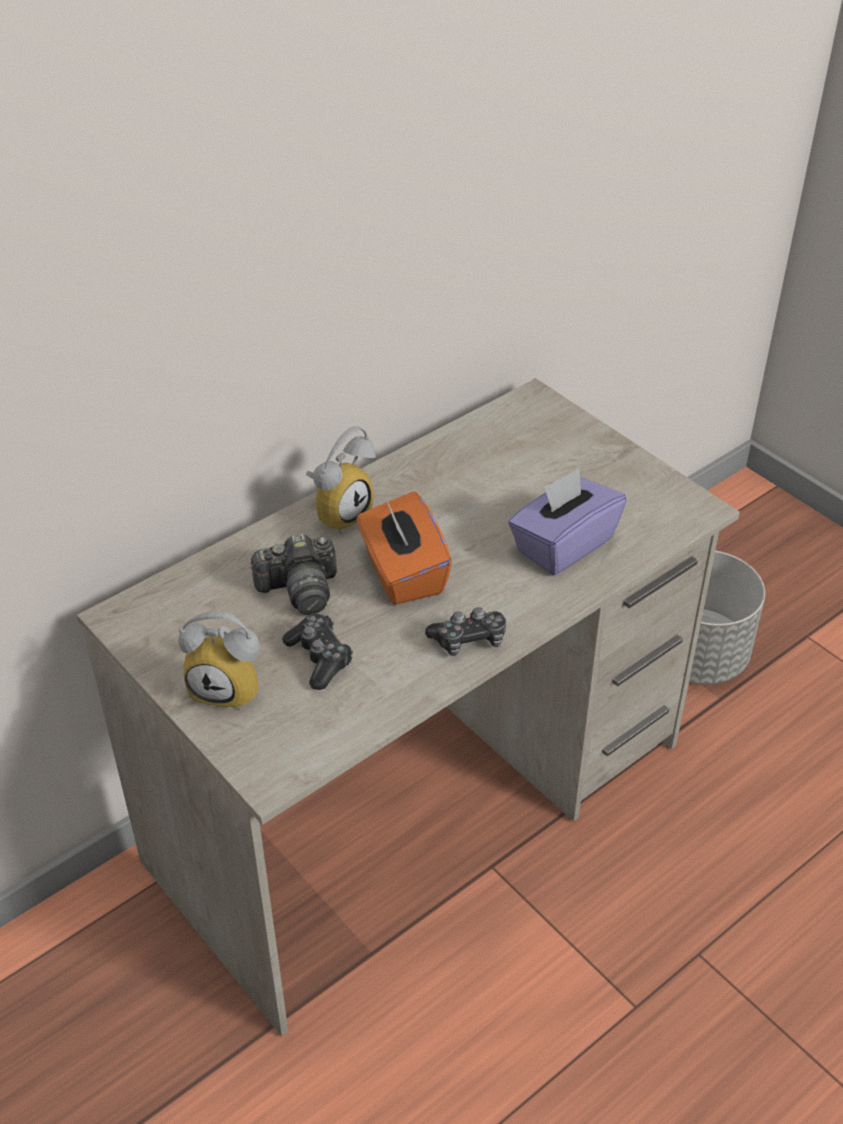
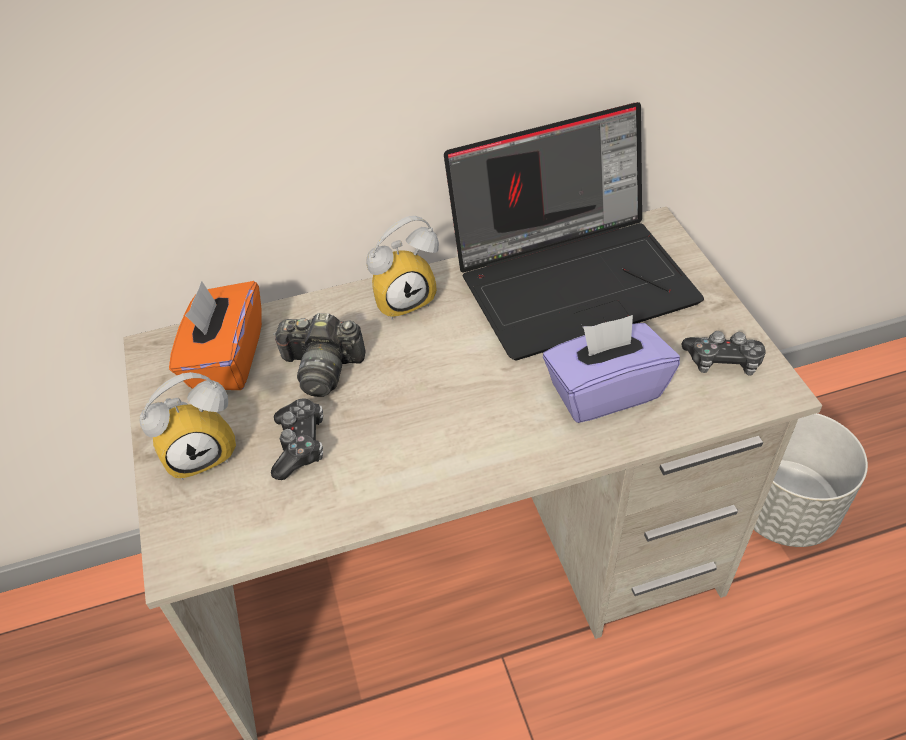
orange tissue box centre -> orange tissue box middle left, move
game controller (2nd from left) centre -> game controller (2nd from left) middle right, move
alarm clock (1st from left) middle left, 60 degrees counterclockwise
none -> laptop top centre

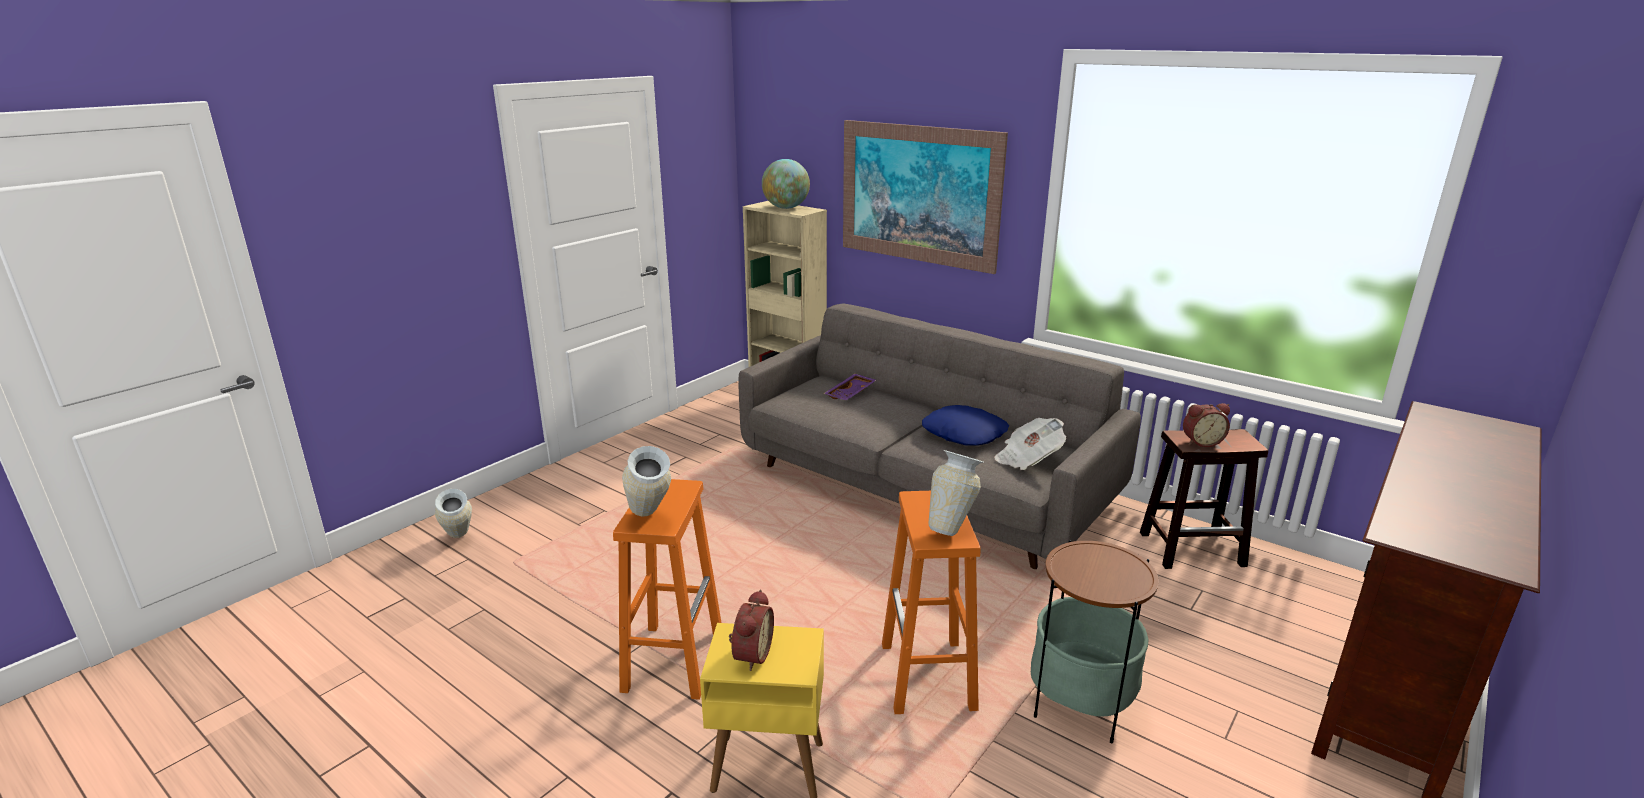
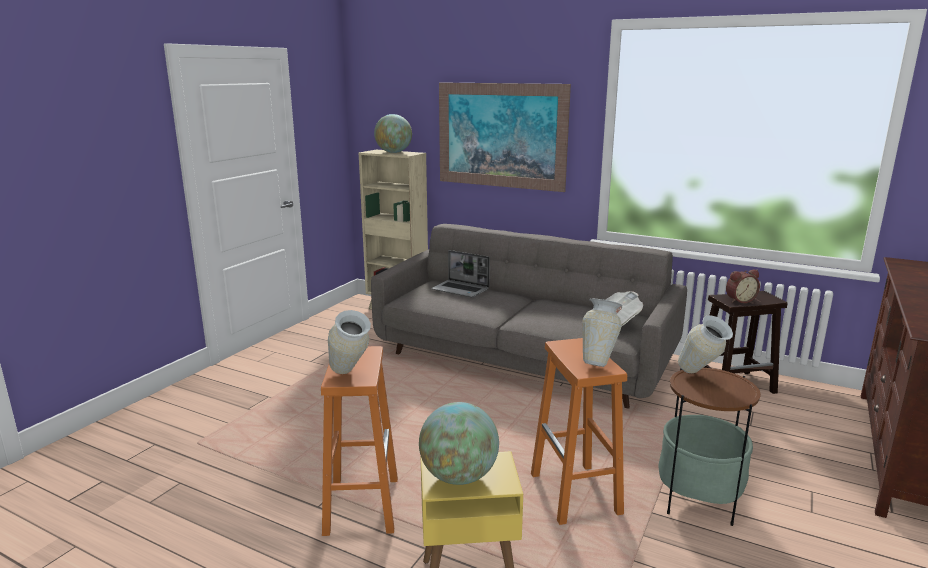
purple tray centre -> laptop centre
blue pillow centre -> none
vase (1st from left in the first image) middle left -> vase (3rd from left) middle right, move
alarm clock (1st from left) bottom centre -> globe (2nd from left) bottom centre

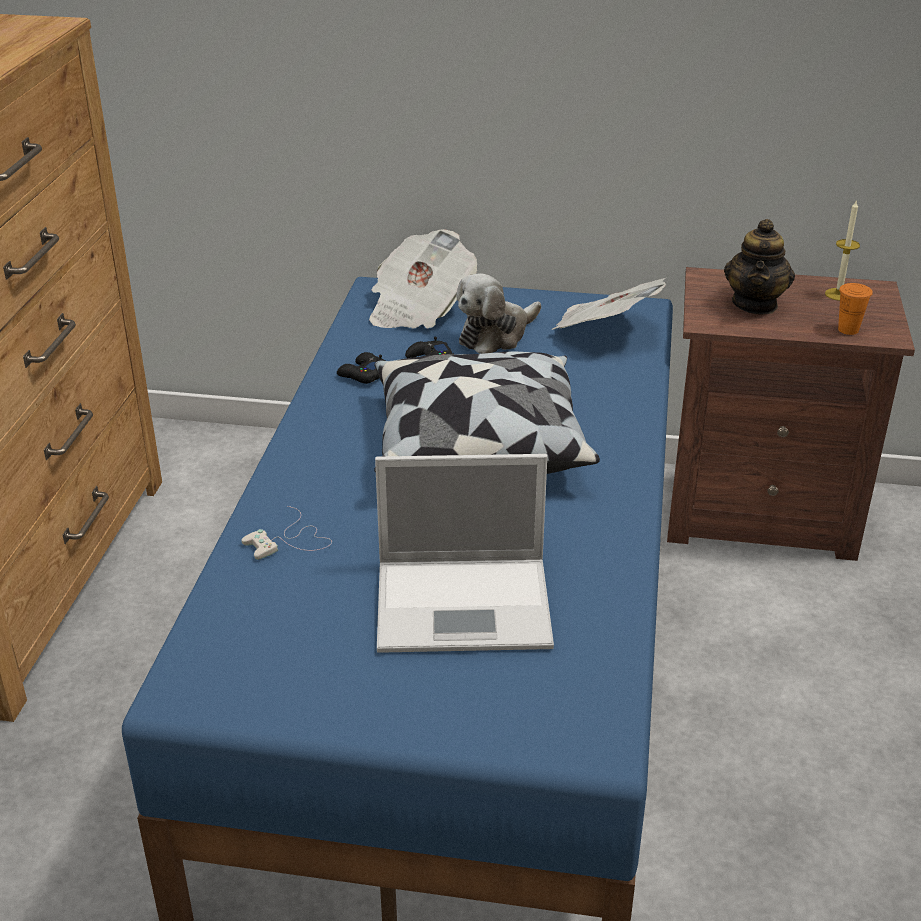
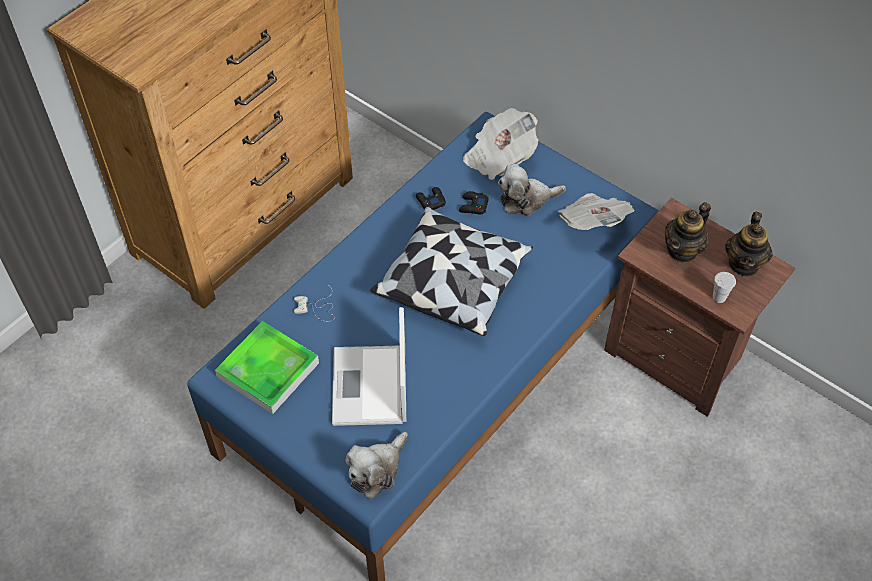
candle top right -> teapot (2nd from left) middle right
orange cup middle right -> white cup middle right
laptop centre, 60 degrees clockwise
none -> tray middle left
none -> plush toy (1st from left) bottom centre

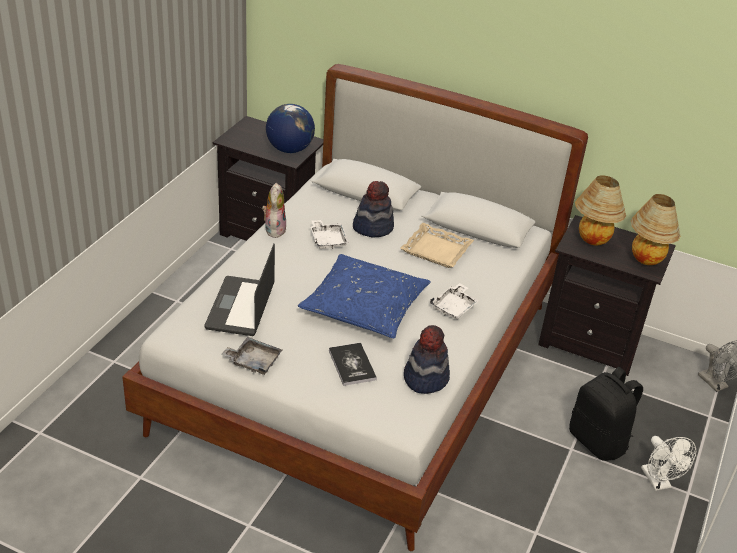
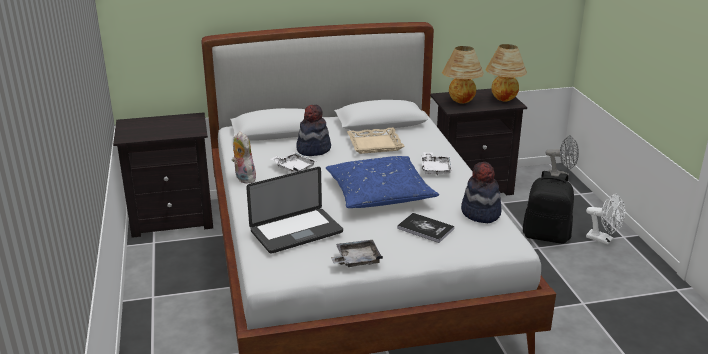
globe top centre -> none
laptop middle left -> laptop centre, 90 degrees counterclockwise

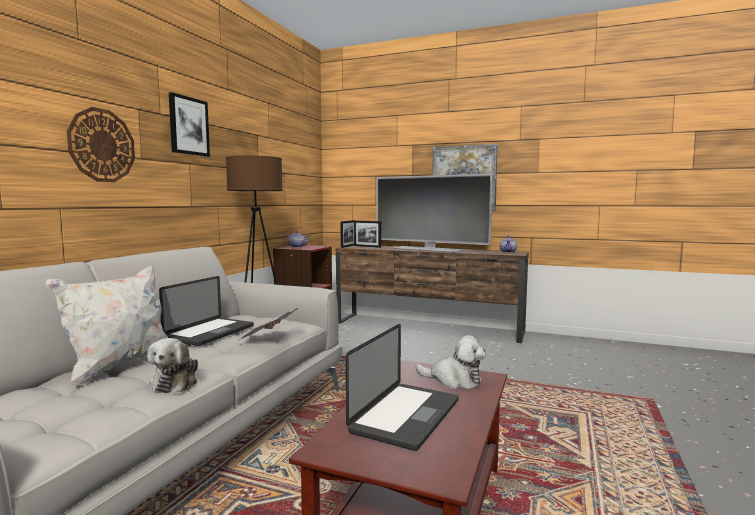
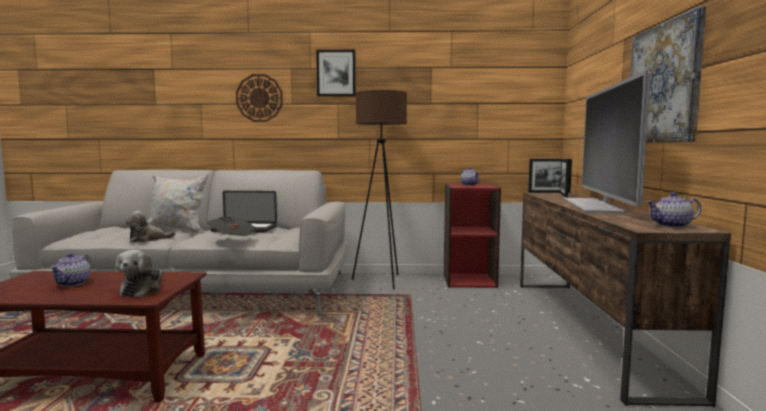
laptop (2nd from left) bottom centre -> teapot (1st from left) middle left

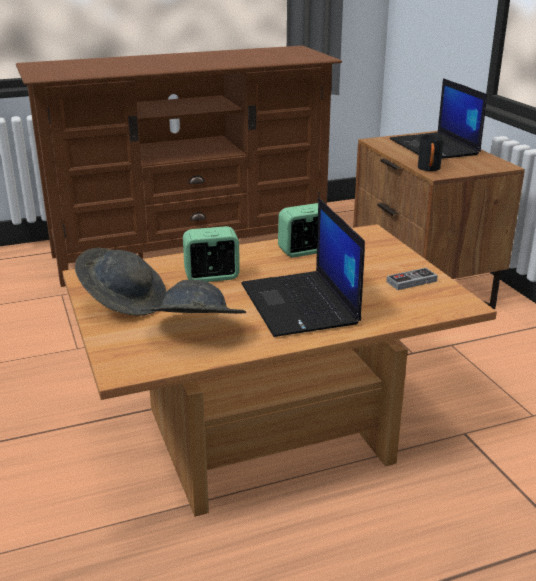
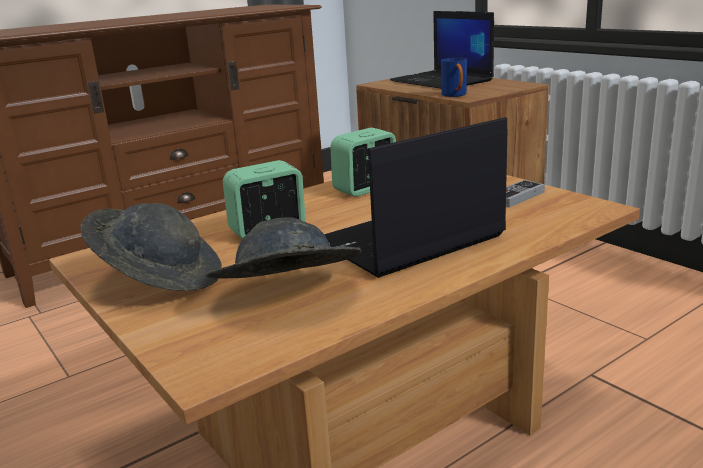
black mug top right -> blue mug top centre
laptop (1st from left) centre, 90 degrees clockwise

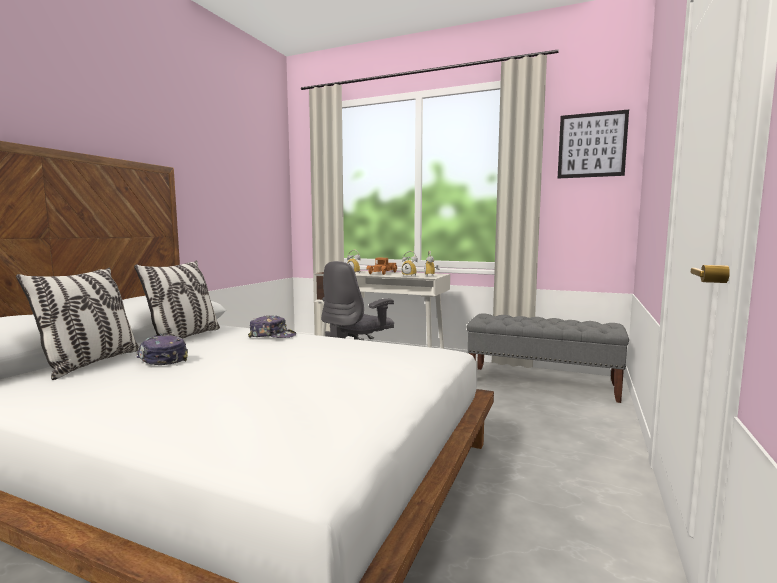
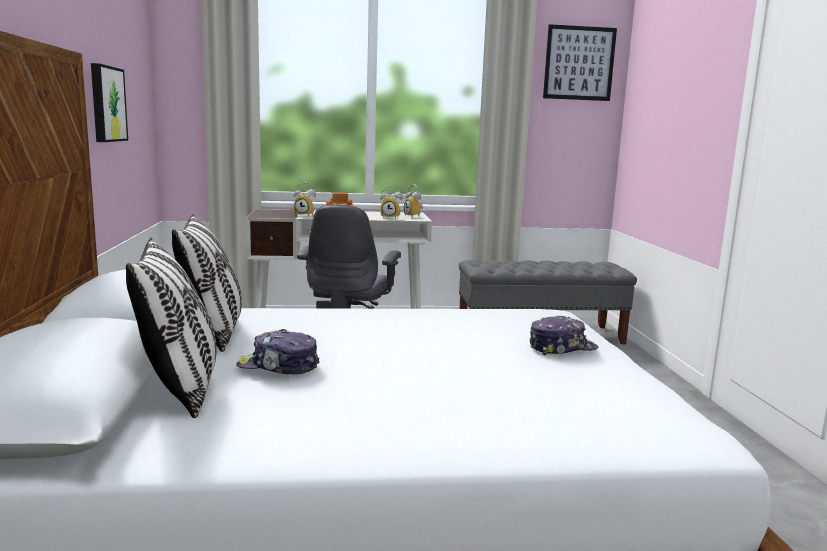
cap (2nd from left) centre -> cap (2nd from left) middle right, move
none -> picture (1st from left) top left

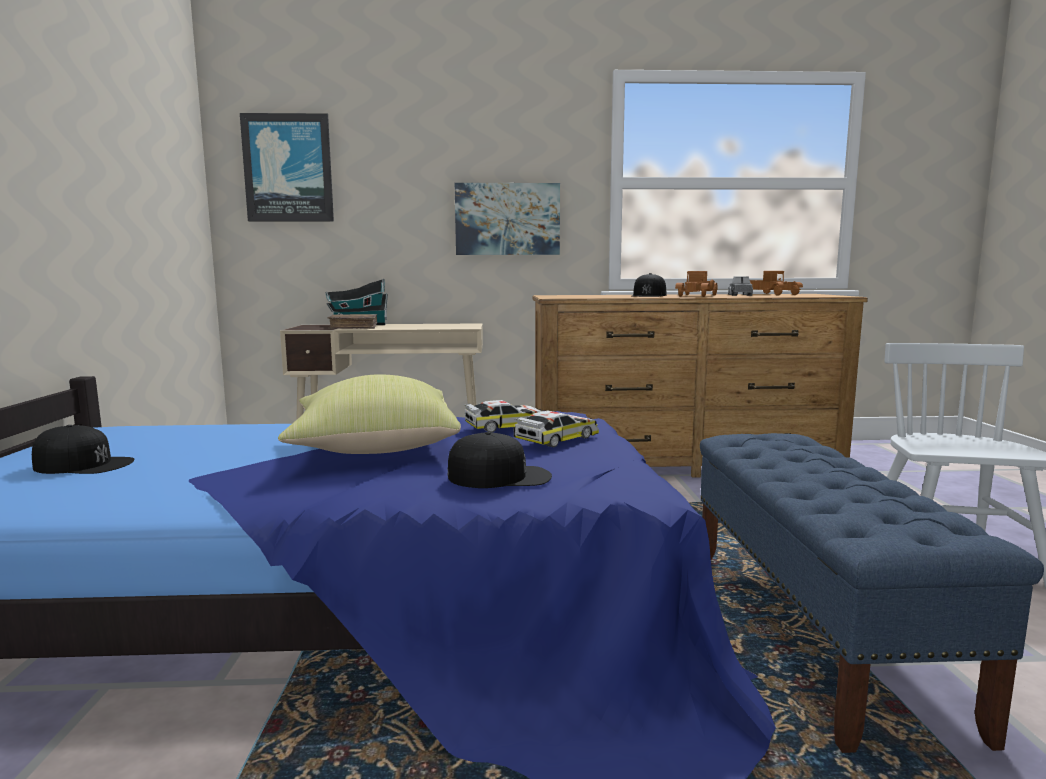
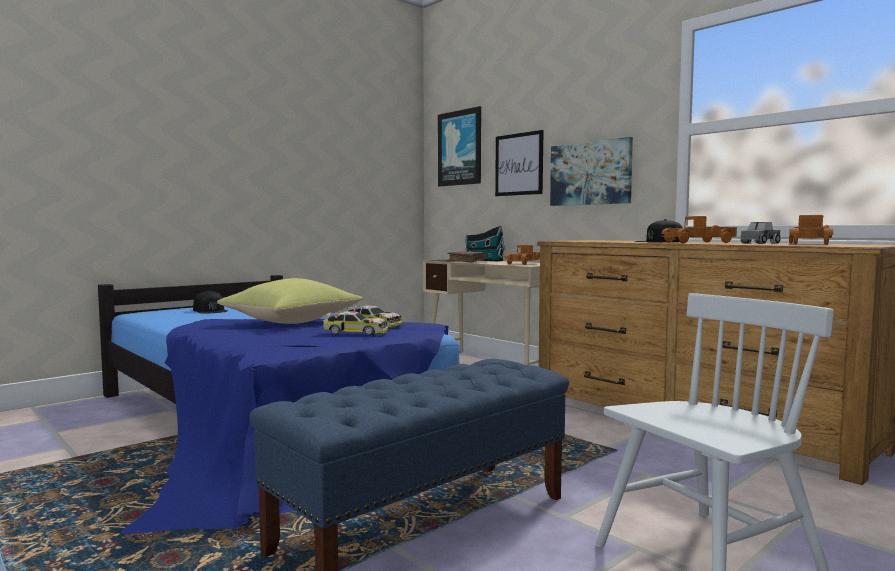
black cap (2nd from left) centre -> none
none -> picture (2nd from left) top centre
none -> toy truck (1st from left) centre

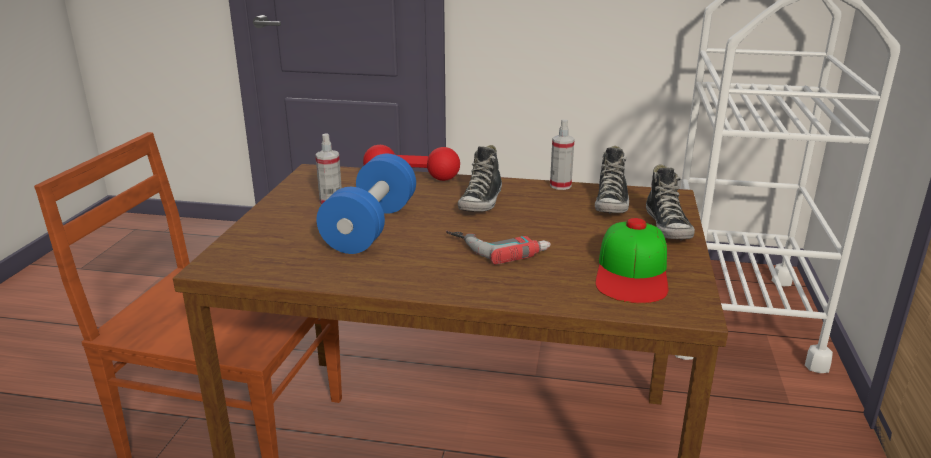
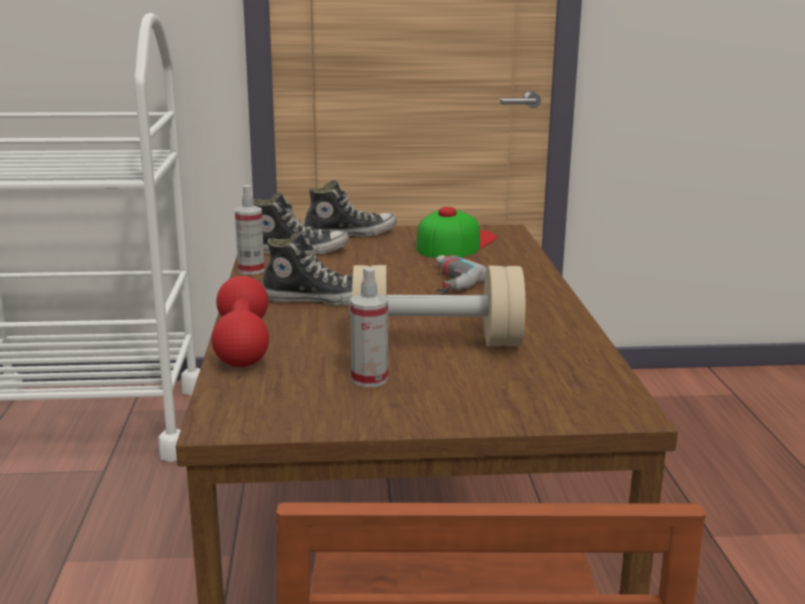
blue dumbbell centre -> beige dumbbell centre
cap middle right -> cap centre, 60 degrees counterclockwise

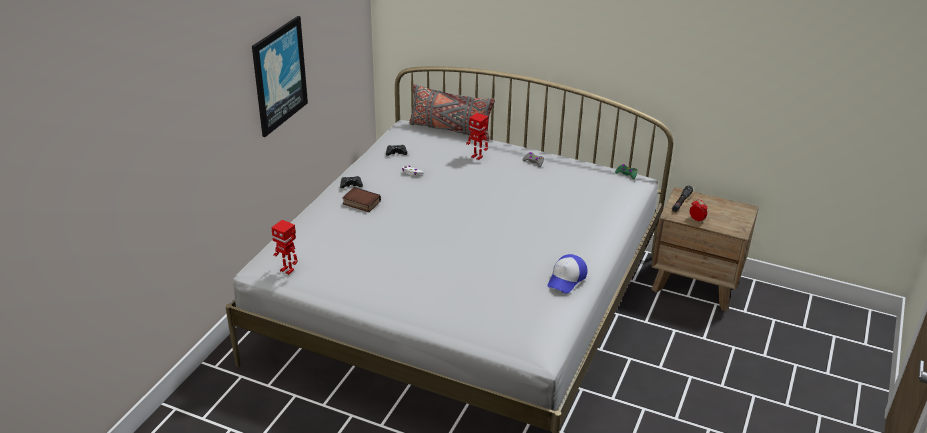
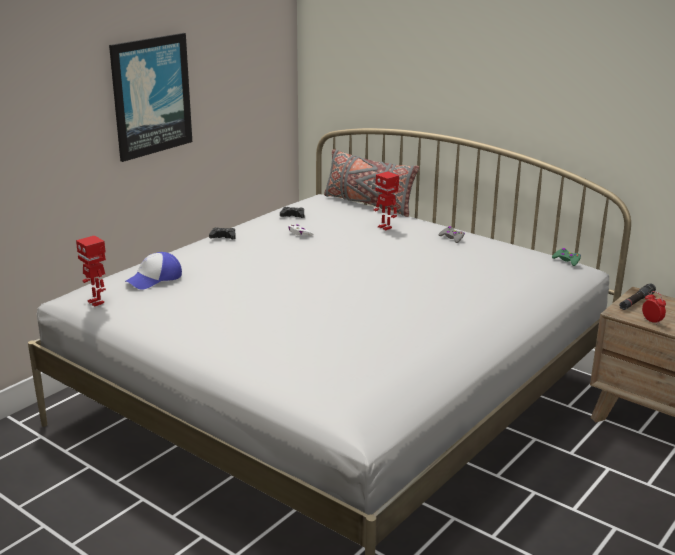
book centre -> none
cap centre -> cap middle left, move

